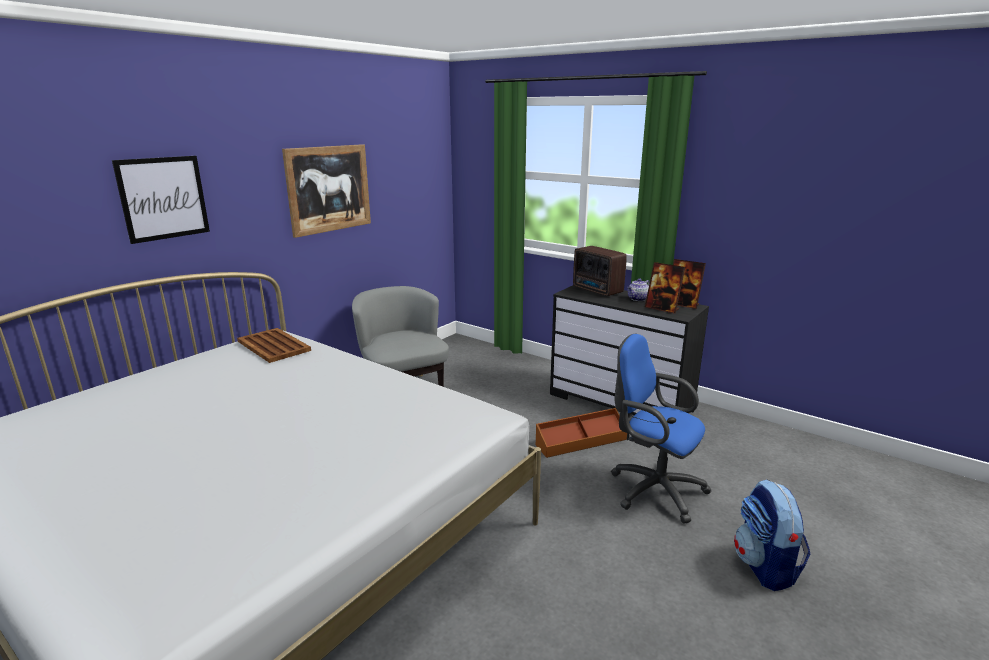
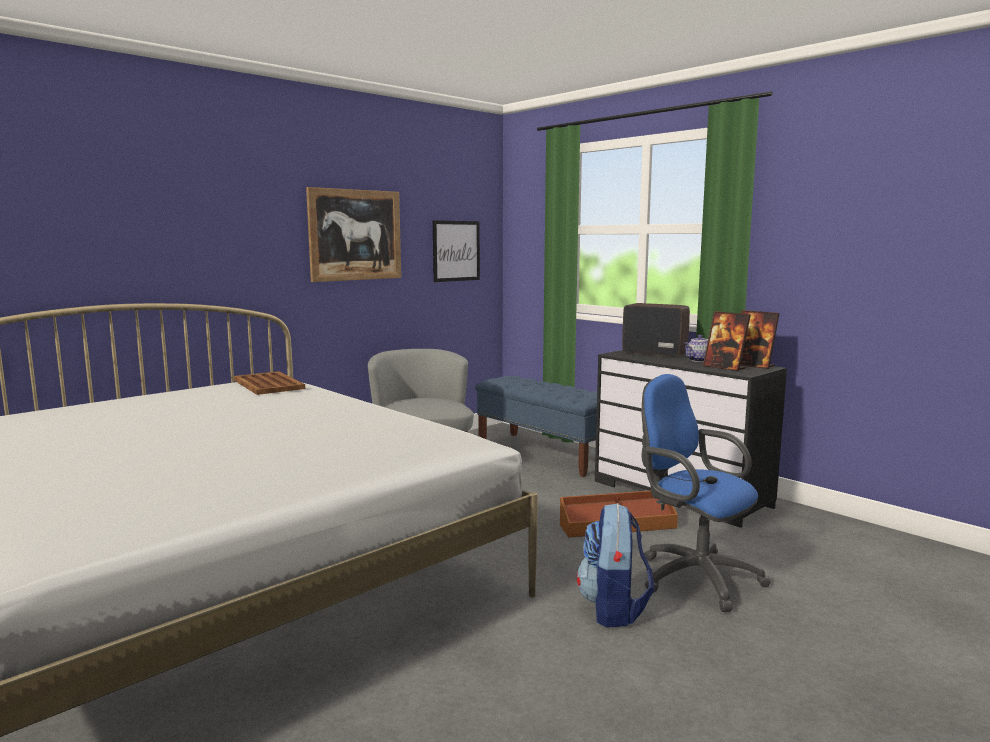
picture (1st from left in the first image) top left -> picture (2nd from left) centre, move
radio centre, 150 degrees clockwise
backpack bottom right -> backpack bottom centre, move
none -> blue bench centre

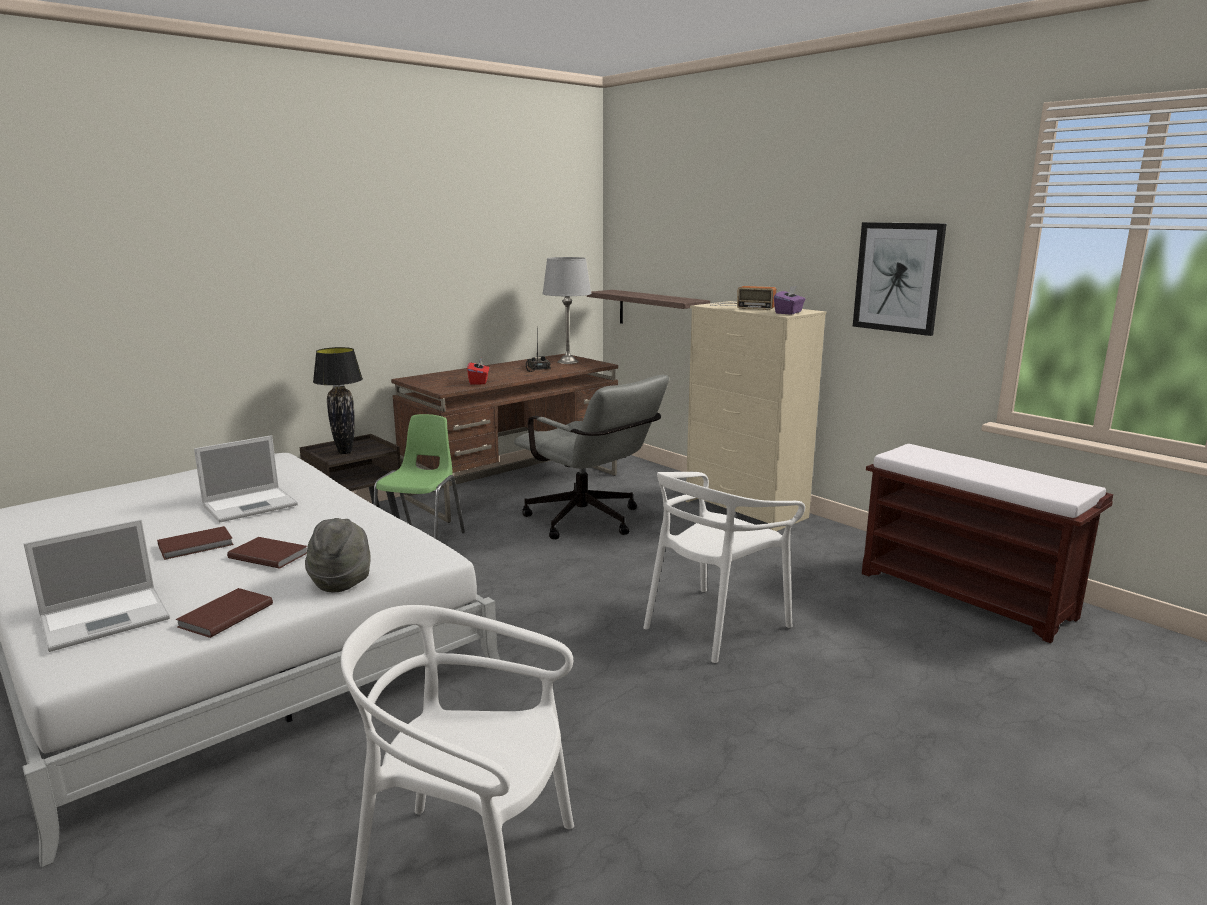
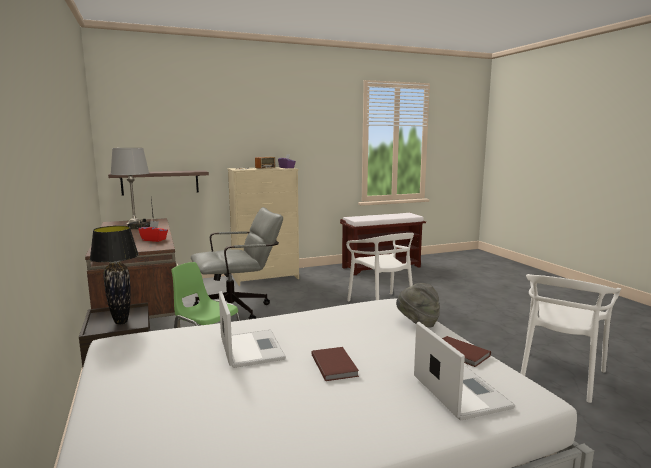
picture top right -> none
brown book (3rd from left) middle left -> none

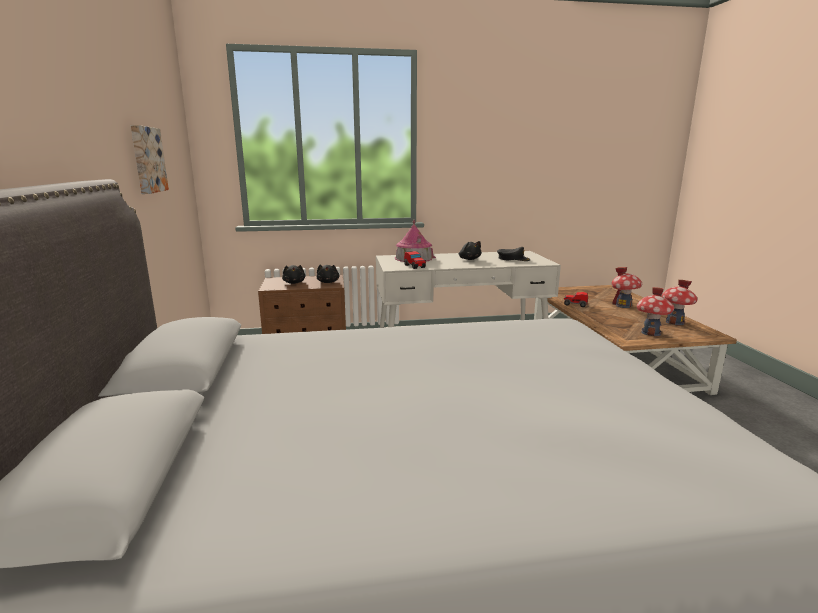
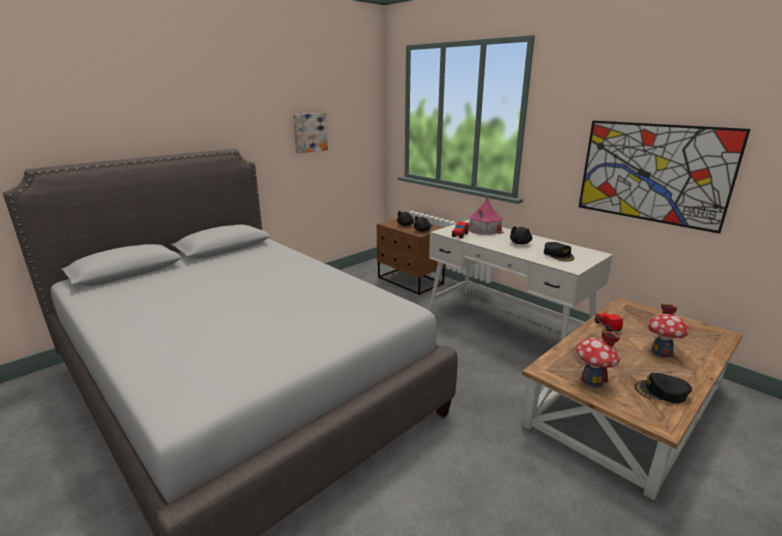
toy house (4th from left) middle right -> black cap (2nd from left) bottom right
none -> picture (2nd from left) top right

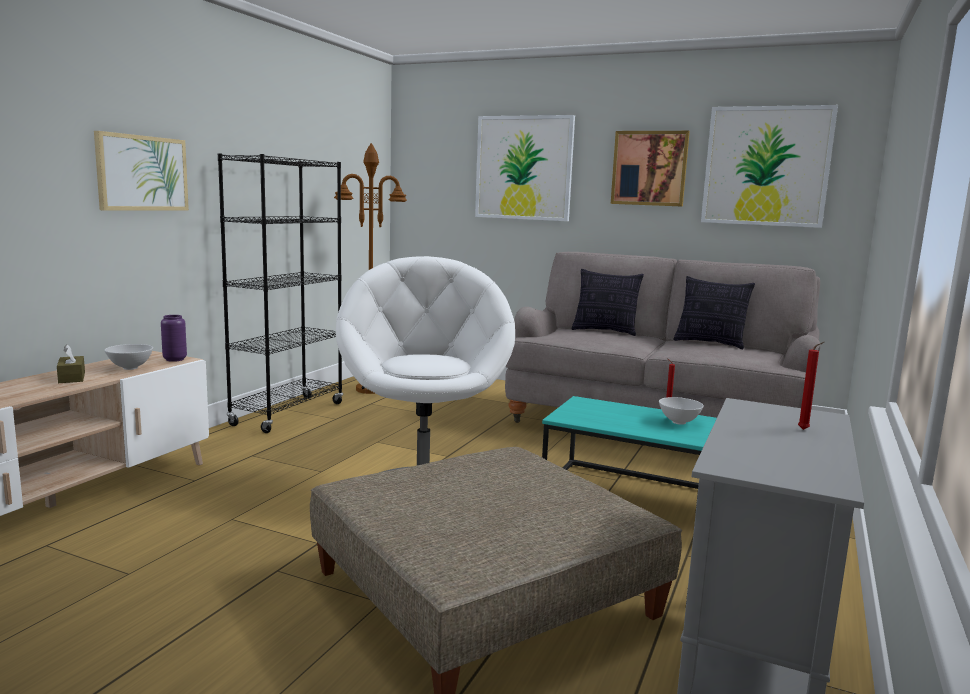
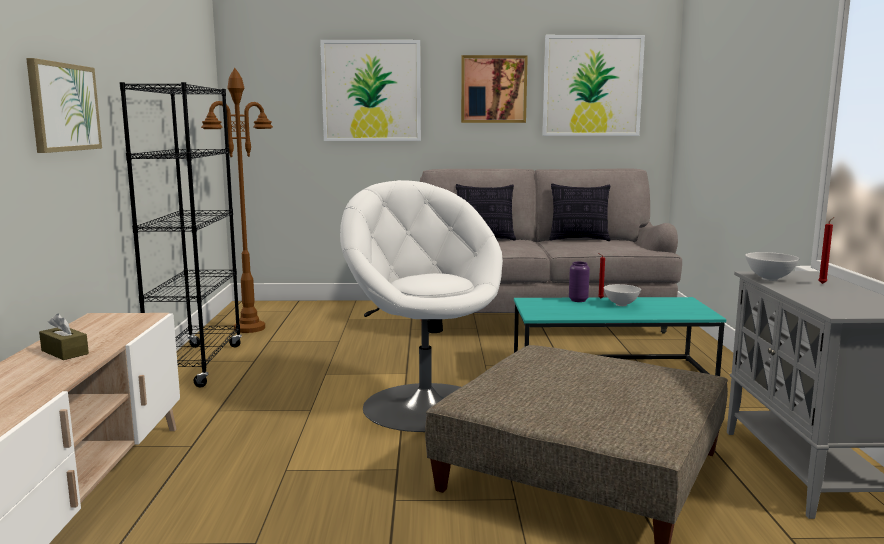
purple vase middle left -> purple vase centre, move
white bowl (1st from left in the first image) middle left -> white bowl (2nd from left) middle right, move

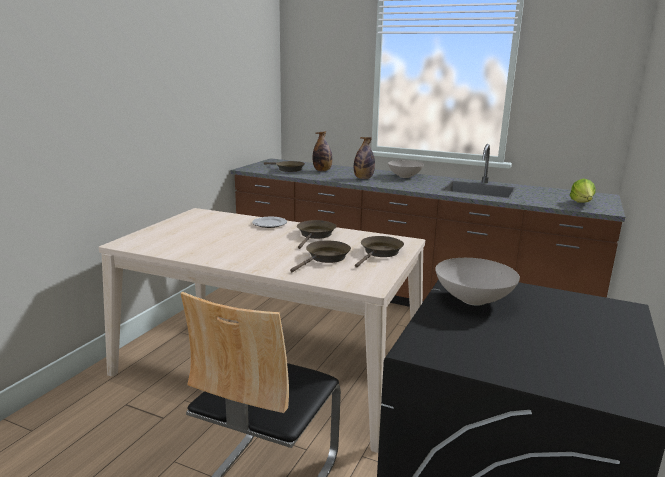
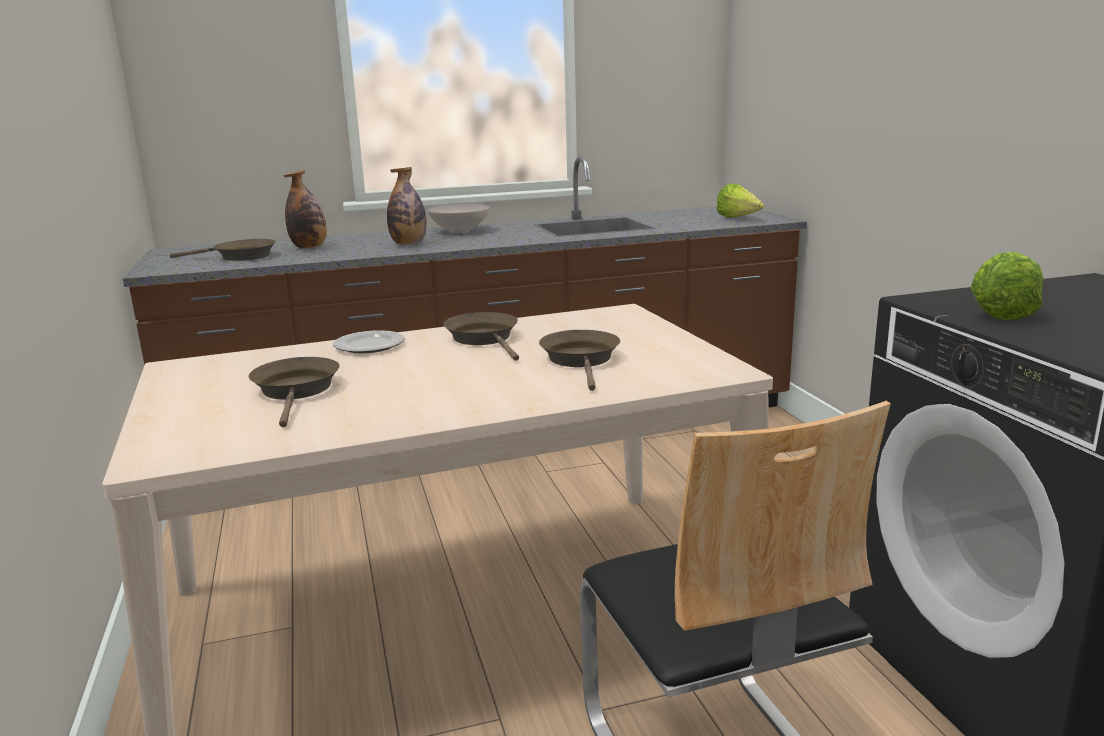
brown frying pan (4th from left in the first image) centre -> brown frying pan (2nd from left) middle left, move
white bowl (2nd from left) middle right -> lettuce (2nd from left) middle right

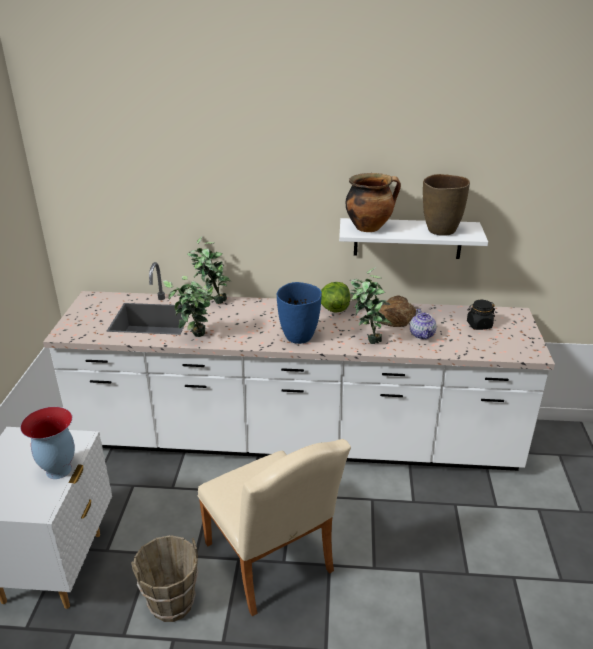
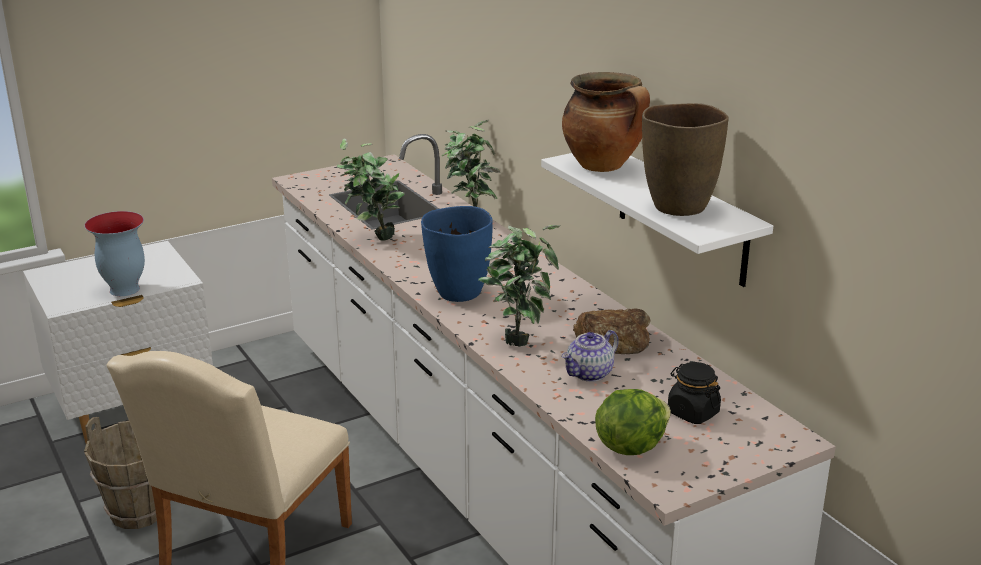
lettuce centre -> lettuce bottom centre, move

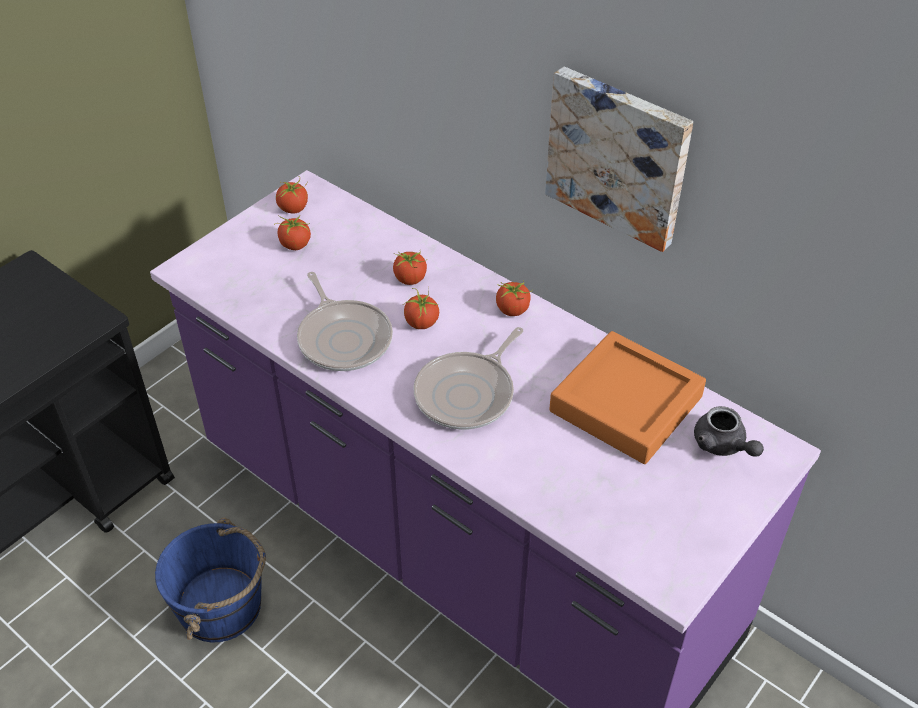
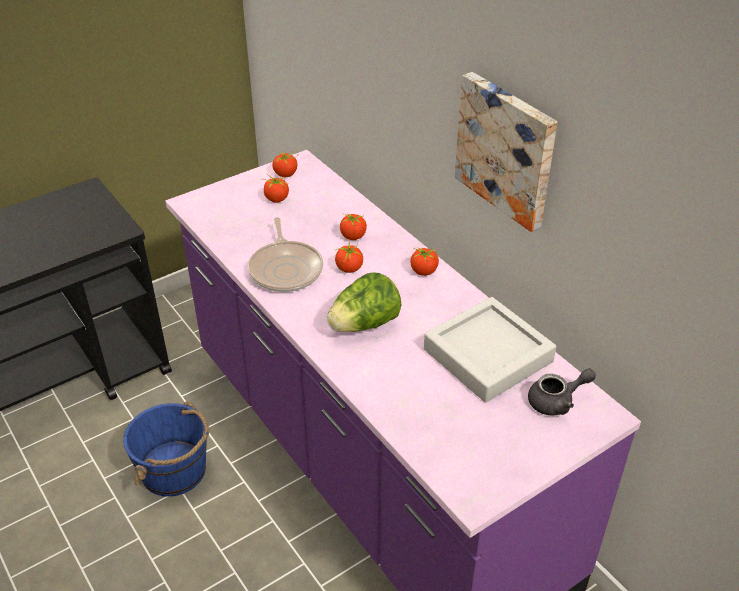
frying pan (2nd from left) centre -> lettuce centre
orange tray middle right -> grey tray centre
grey teapot middle right, 90 degrees counterclockwise

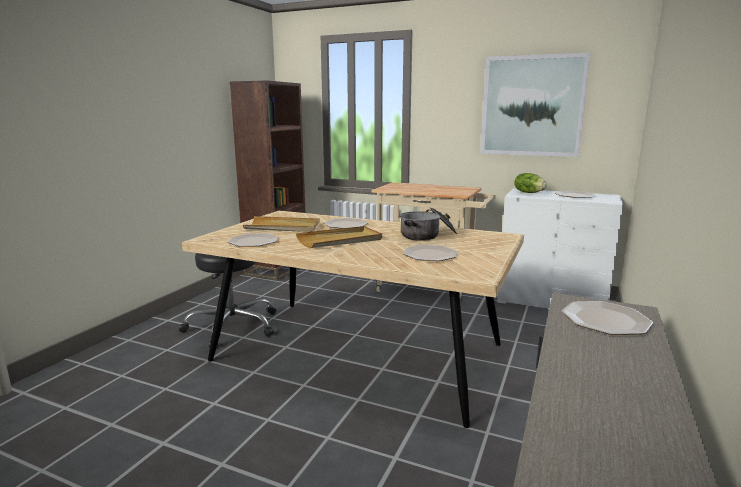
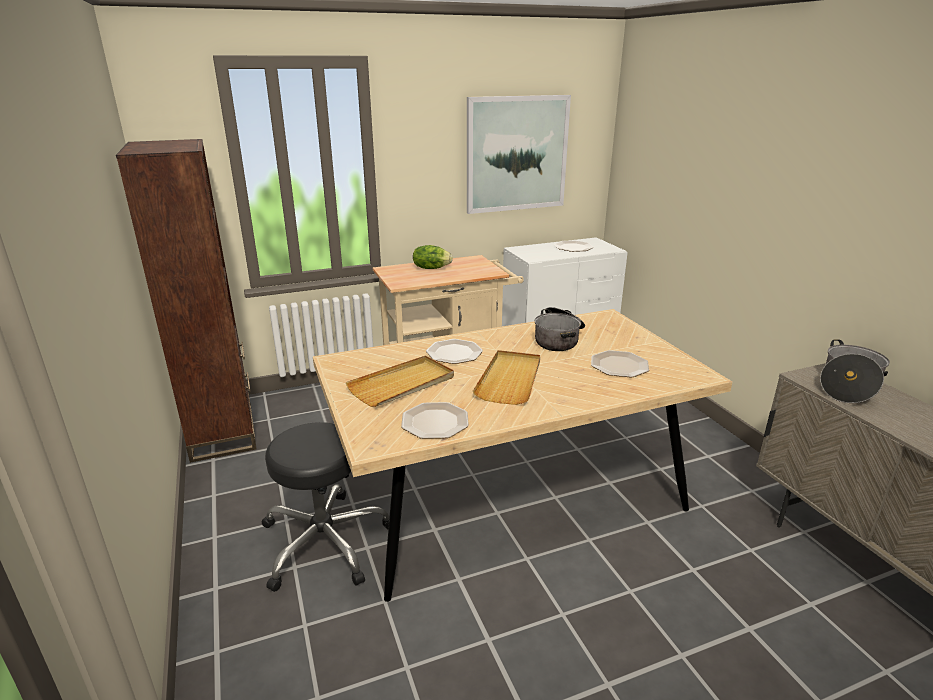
lettuce middle right -> lettuce centre, move
plate (5th from left) middle right -> cooking pot (2nd from left) middle right

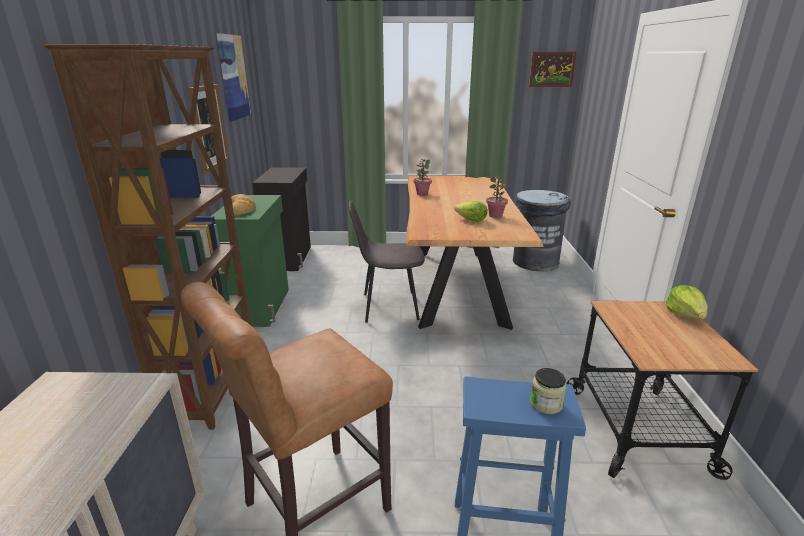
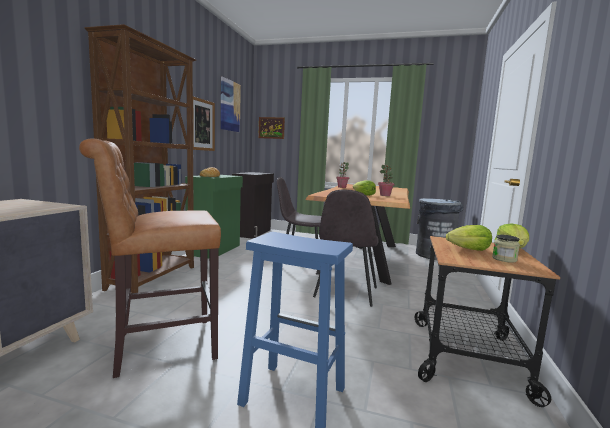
picture (3rd from left) top right -> picture (3rd from left) top centre, move
jar bottom right -> jar middle right, move
none -> grey chair (2nd from left) centre
none -> lettuce (2nd from left) middle right

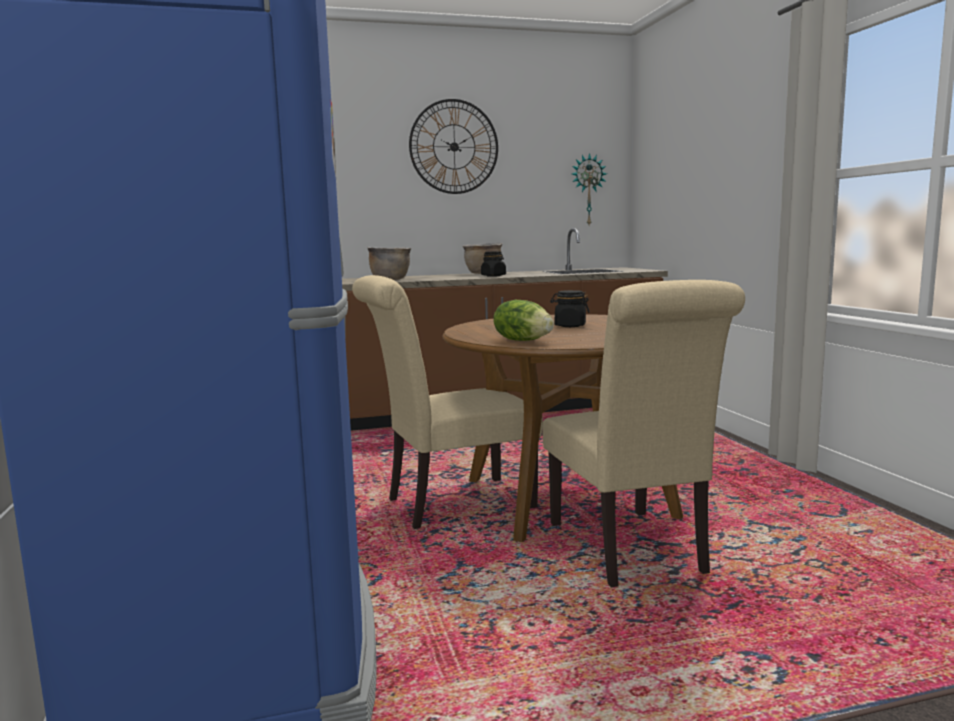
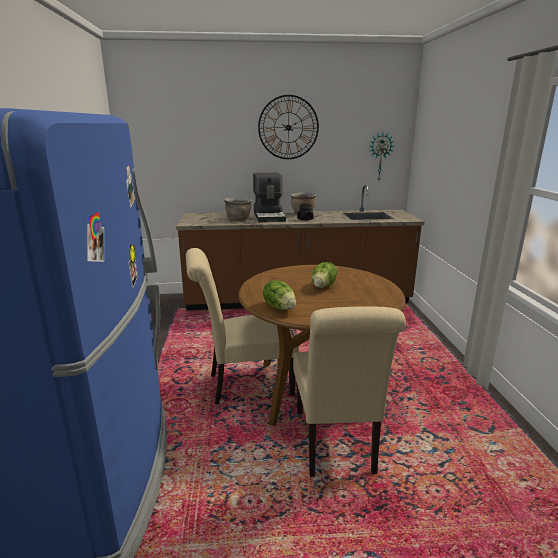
black jar (2nd from left) centre -> lettuce (2nd from left) centre
none -> coffee machine centre

